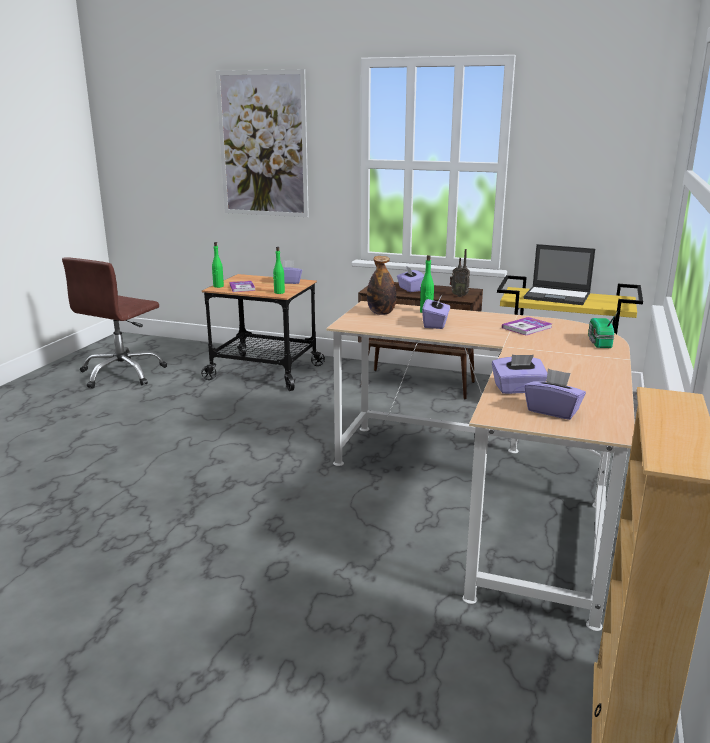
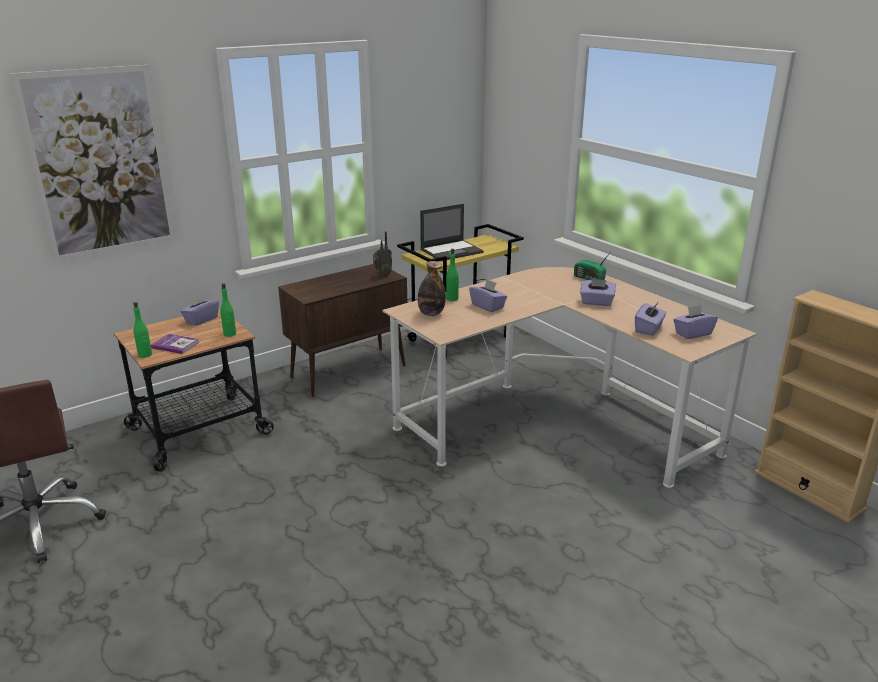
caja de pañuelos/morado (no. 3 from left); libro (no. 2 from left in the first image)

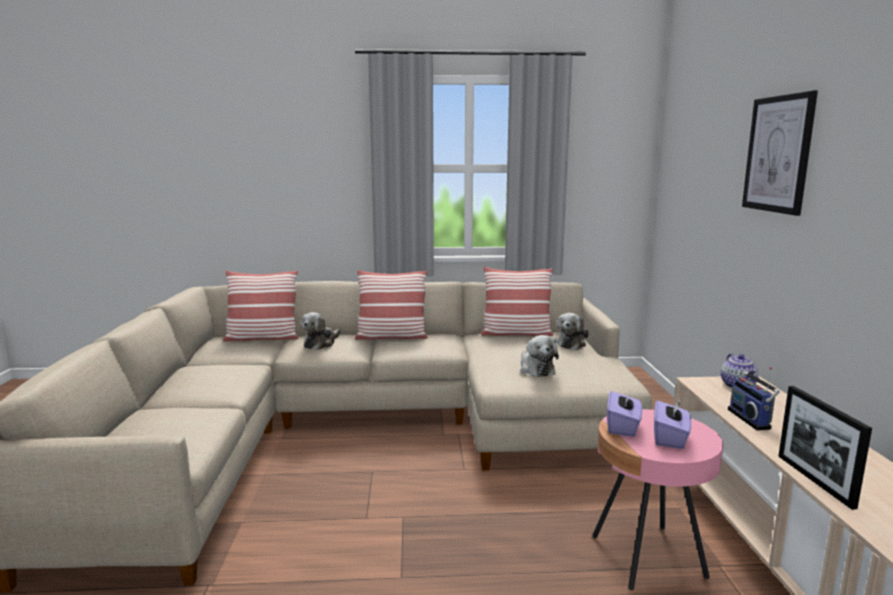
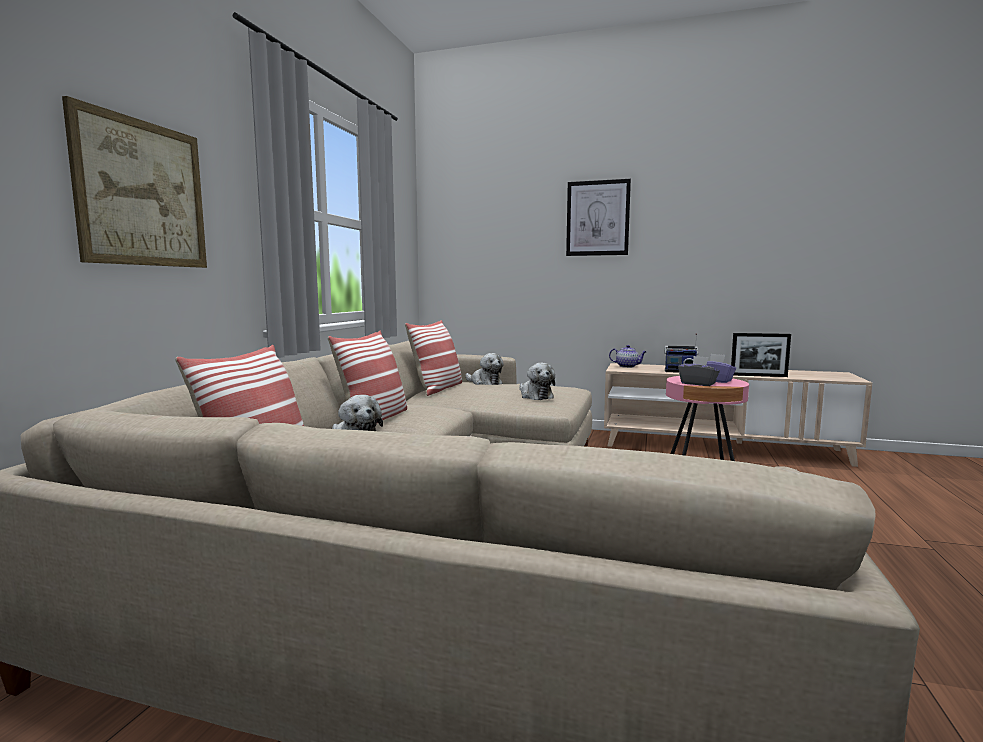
peluche (no. 3 from left); caja de pañuelos/gris; cuadro (no. 1 from left)

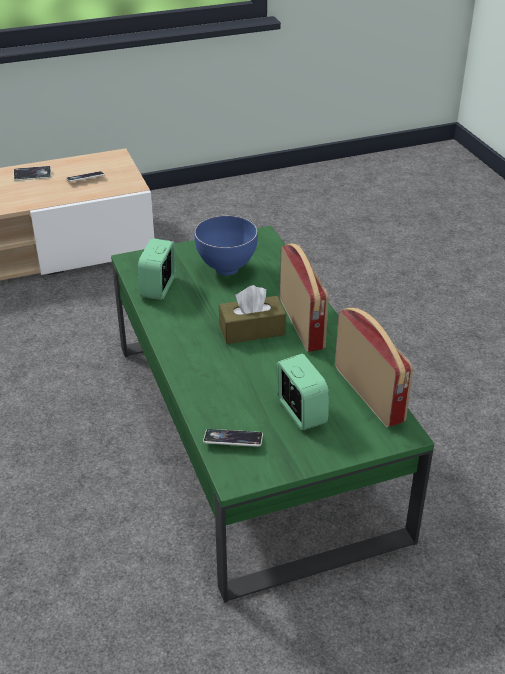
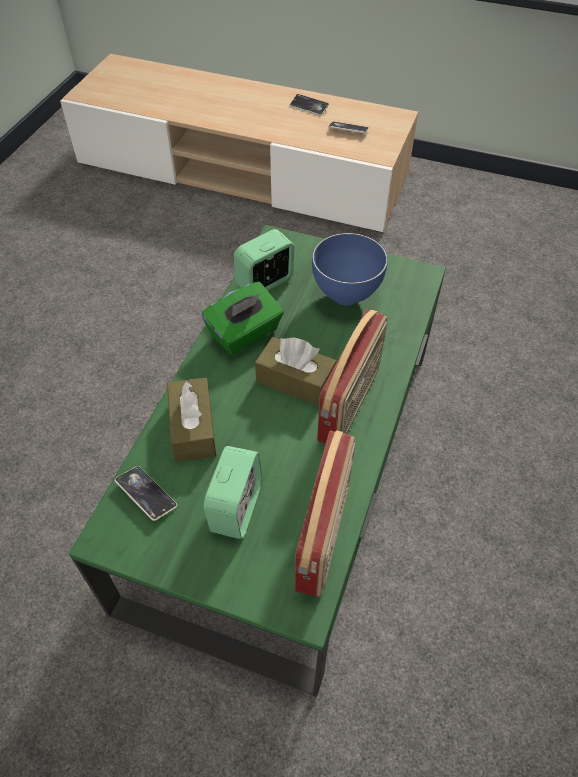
caja de pañuelos/verde; caja de pañuelos/marrón (no. 1 from left)

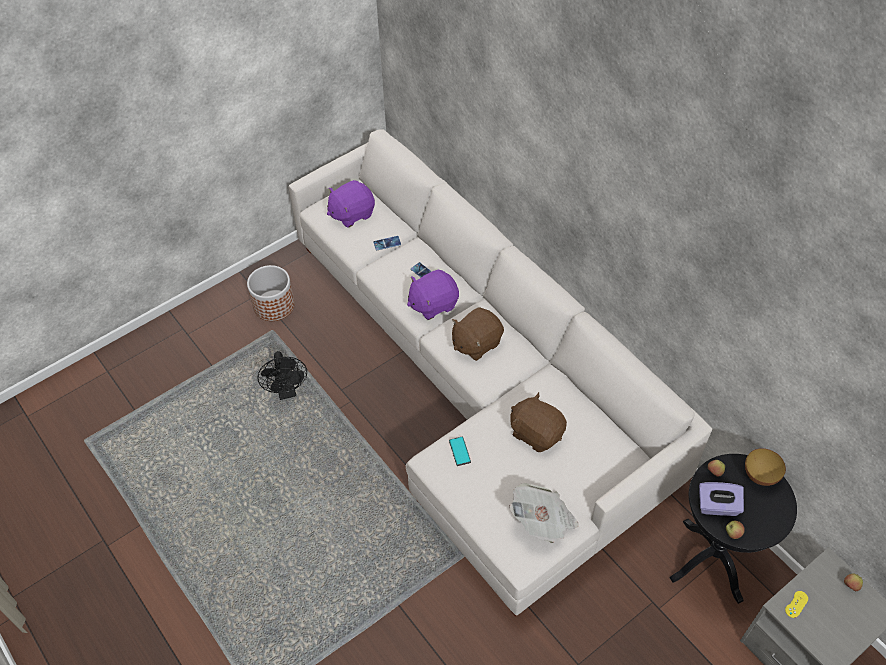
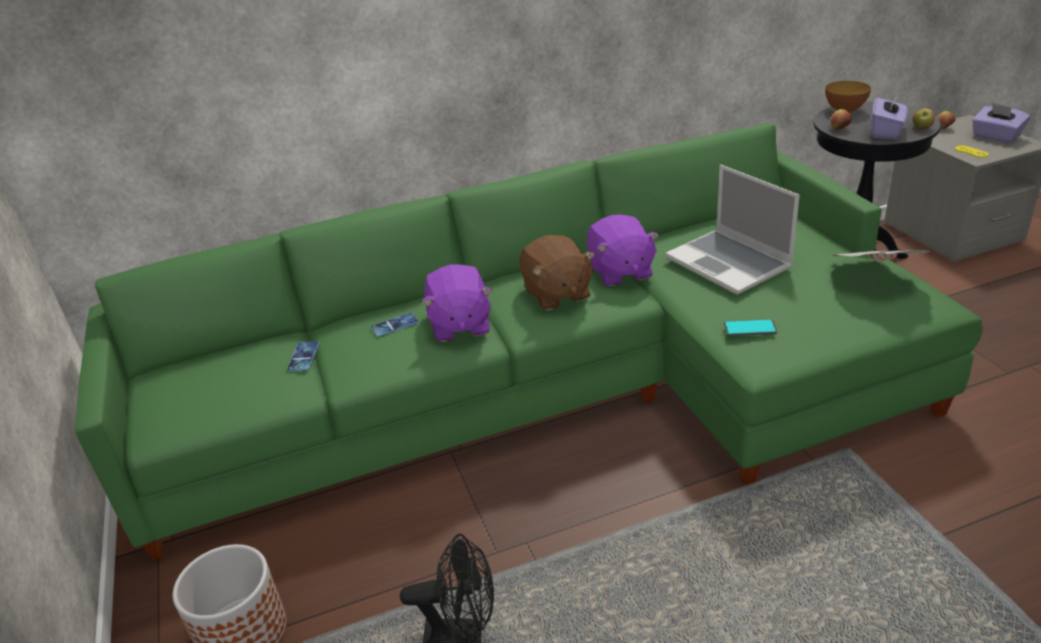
sofá/verde; peluche/morado (no. 2 from left); portátil; caja de pañuelos/morado (no. 2 from left)

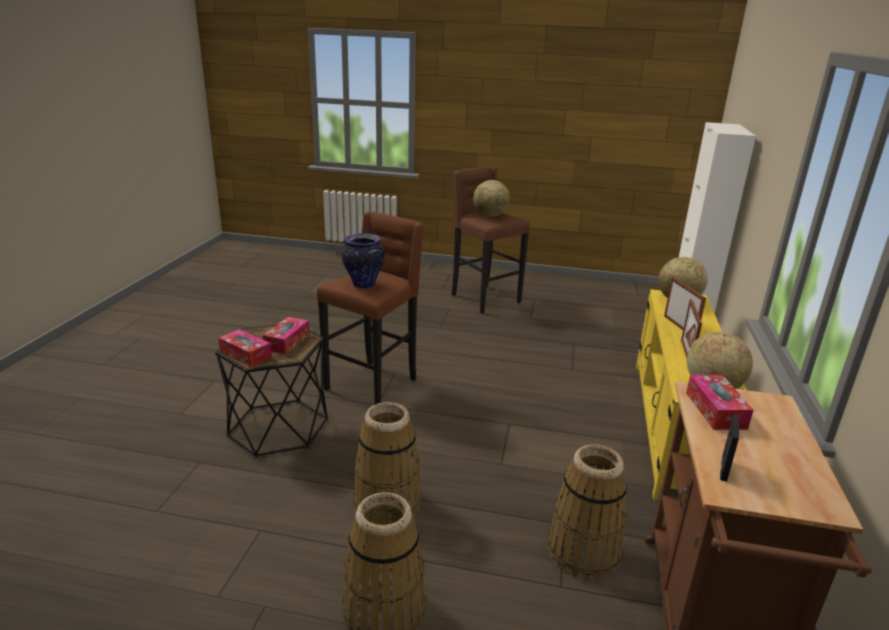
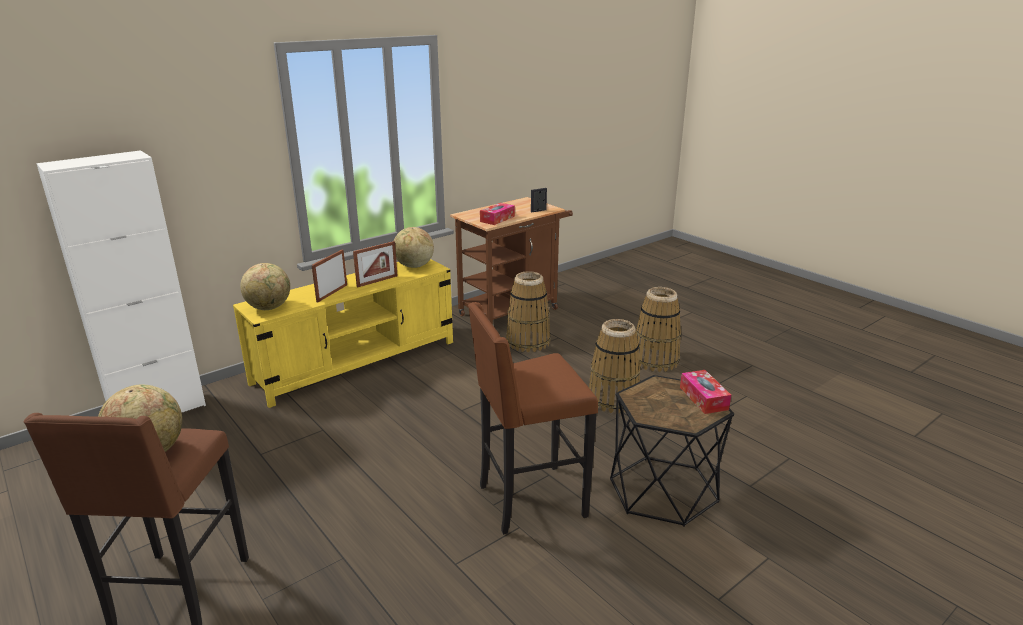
florero; caja de pañuelos (no. 2 from left in the first image)

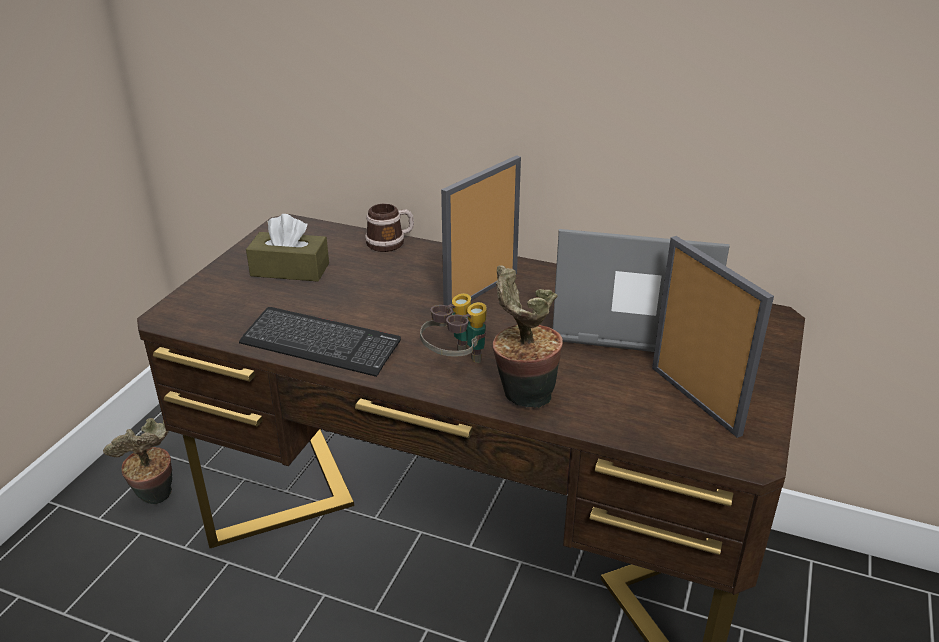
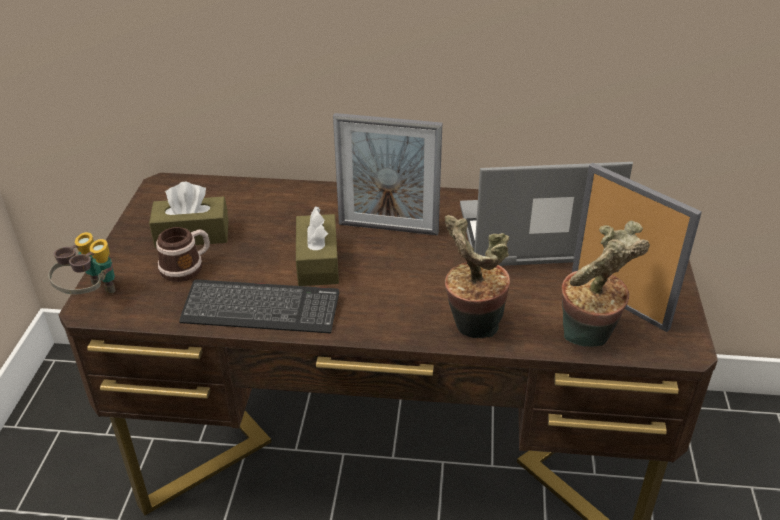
portarretratos (no. 1 from left); taza grande; prismáticos; planta en maceta (no. 2 from left); caja de pañuelos/marrón (no. 2 from left)

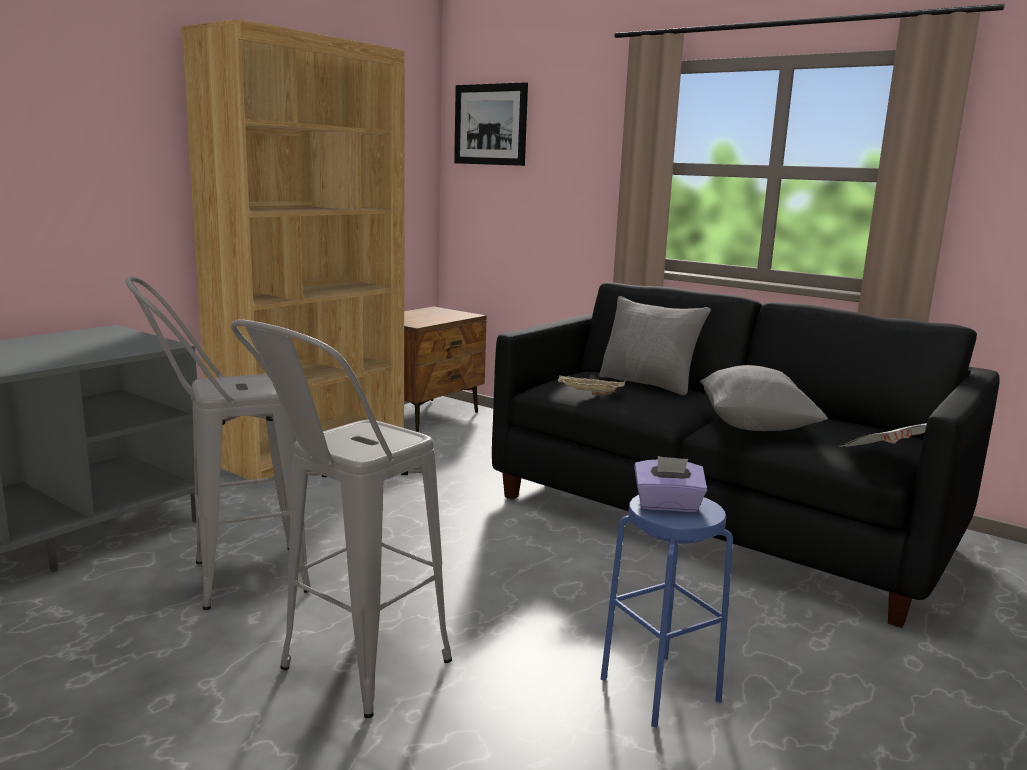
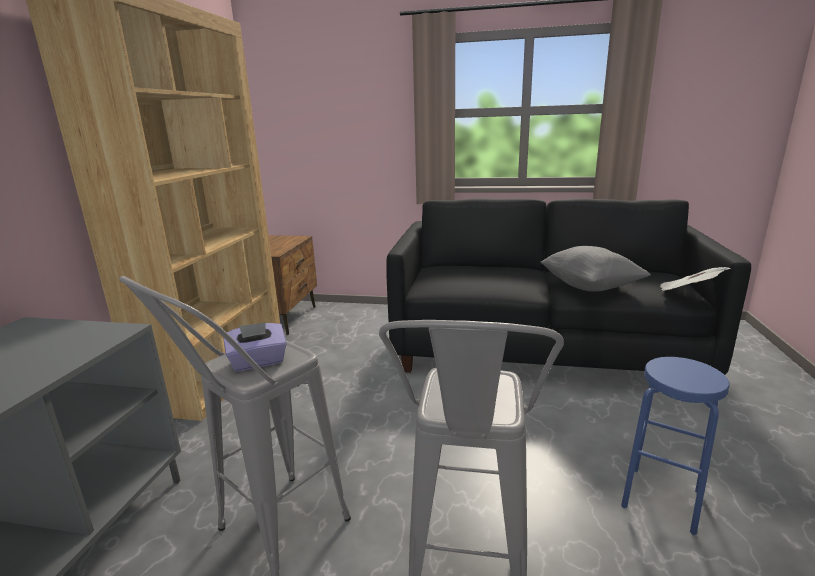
cuadro; cojín/gris (no. 1 from left in the first image); bandeja/beis; caja de pañuelos/morado

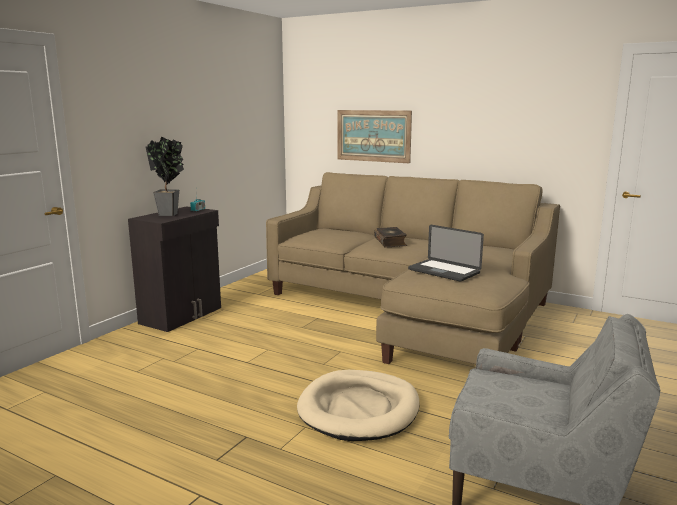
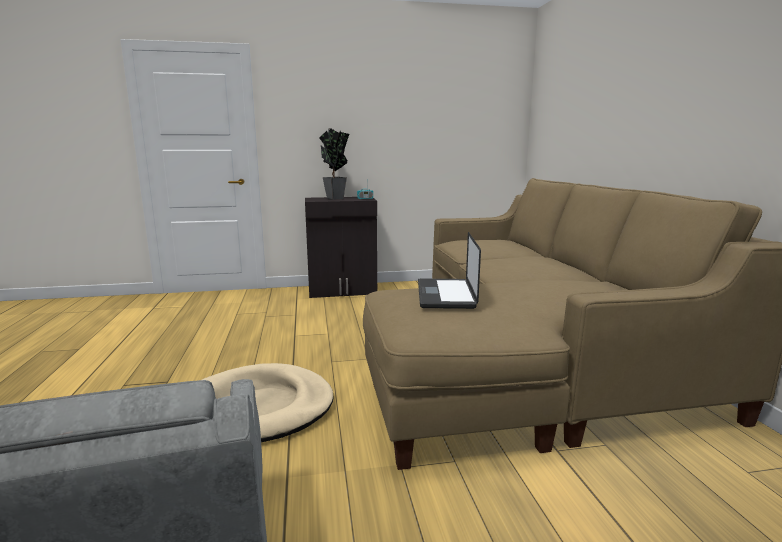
cuadro; libro

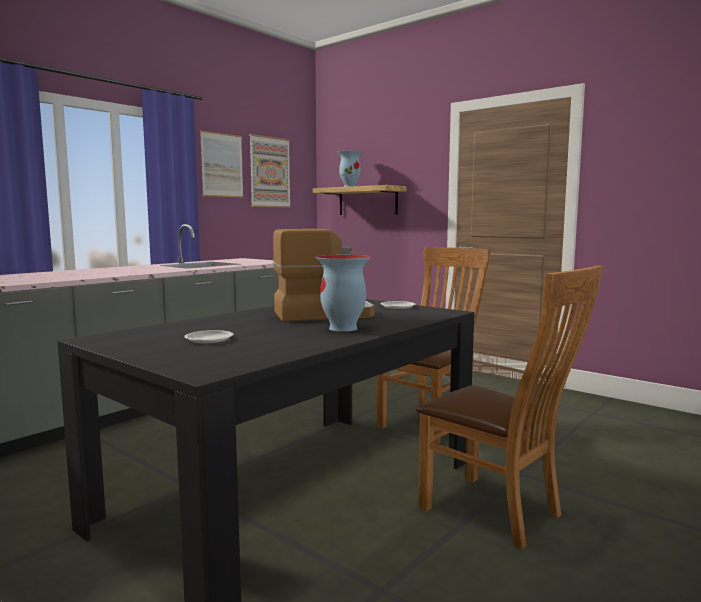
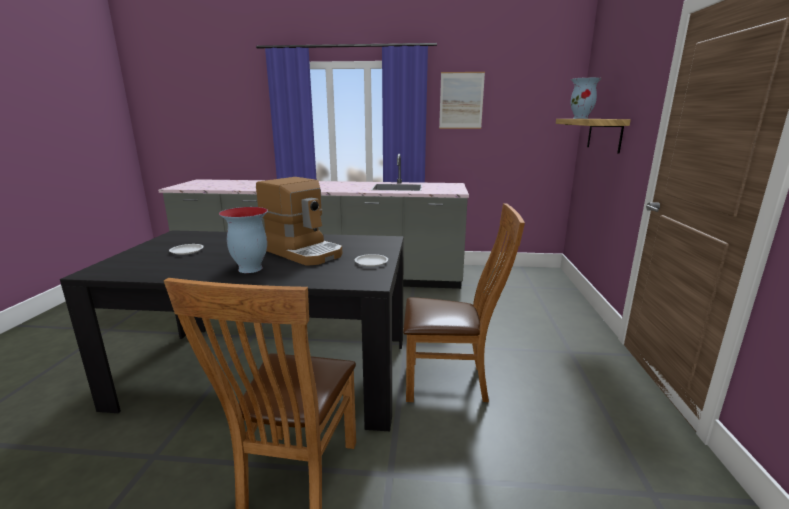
cuadro (no. 2 from left in the first image)

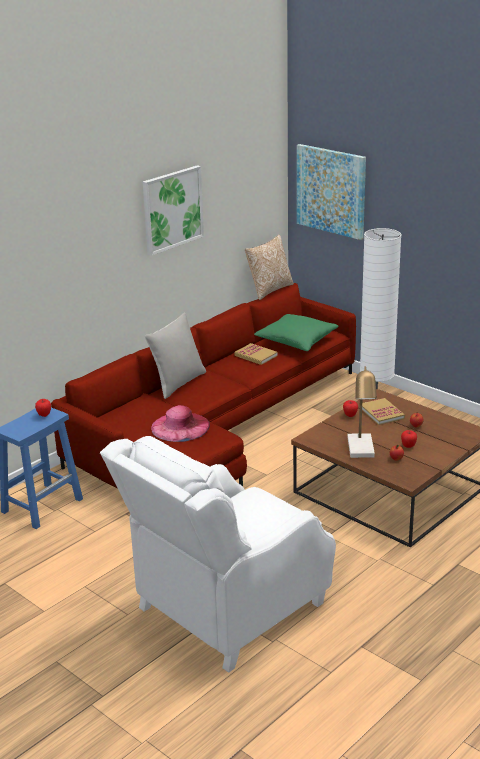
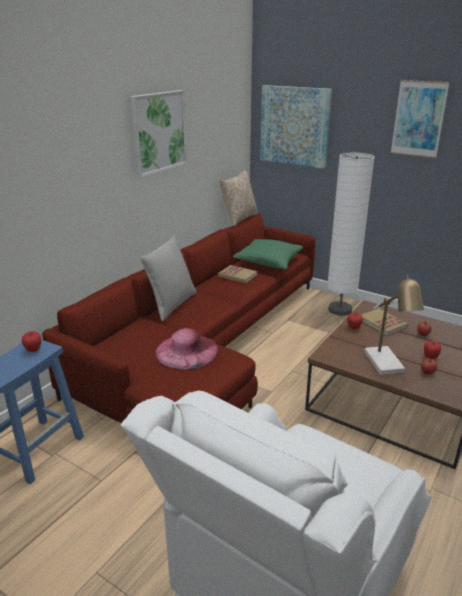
cuadro (no. 3 from left)

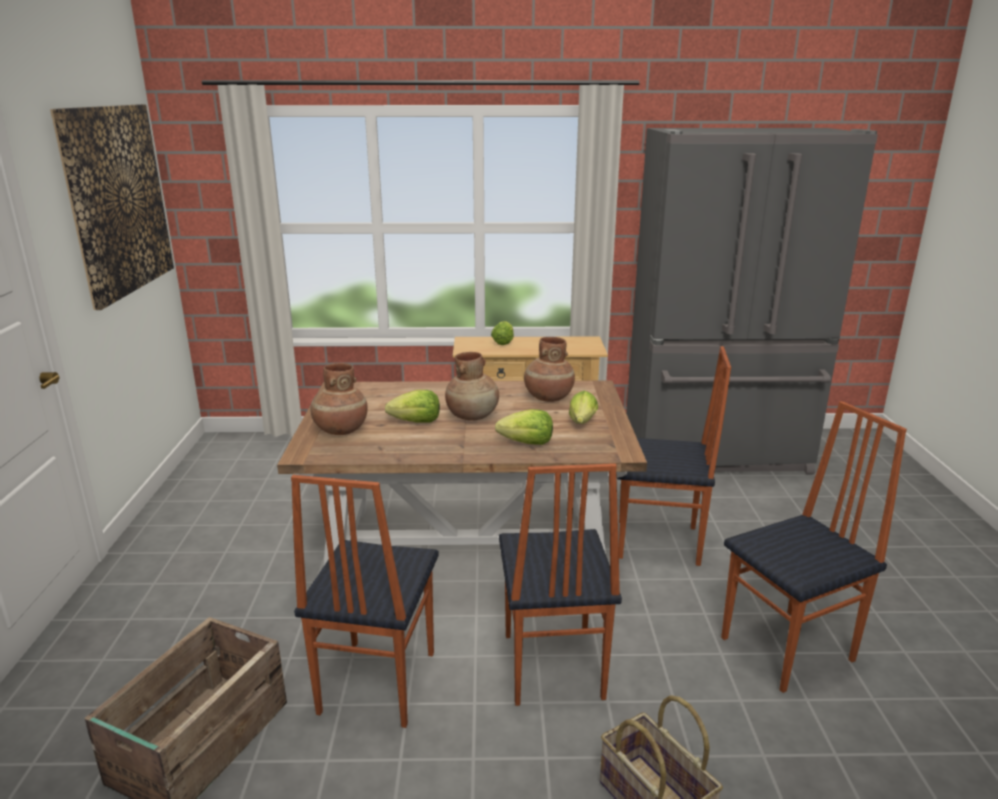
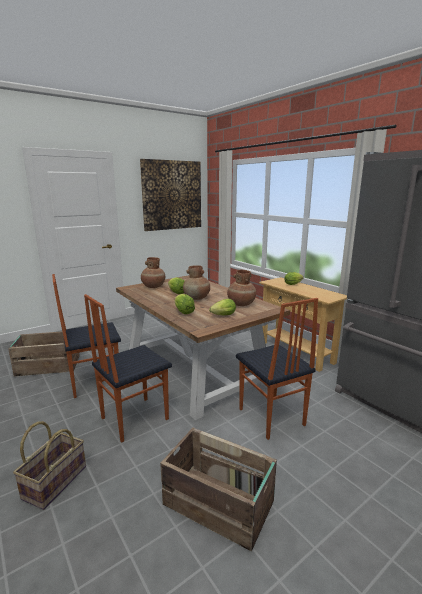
caja de embalaje (no. 2 from left)

